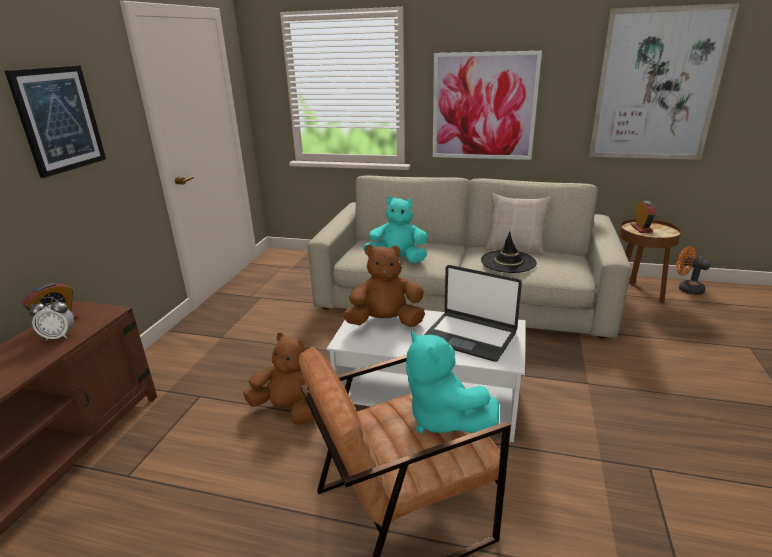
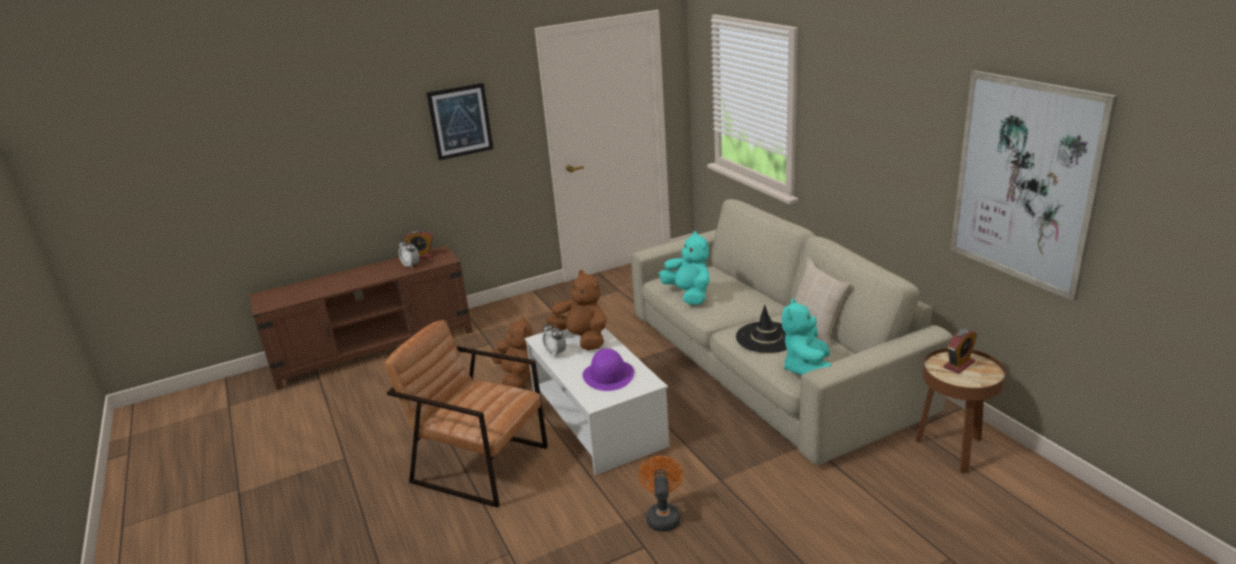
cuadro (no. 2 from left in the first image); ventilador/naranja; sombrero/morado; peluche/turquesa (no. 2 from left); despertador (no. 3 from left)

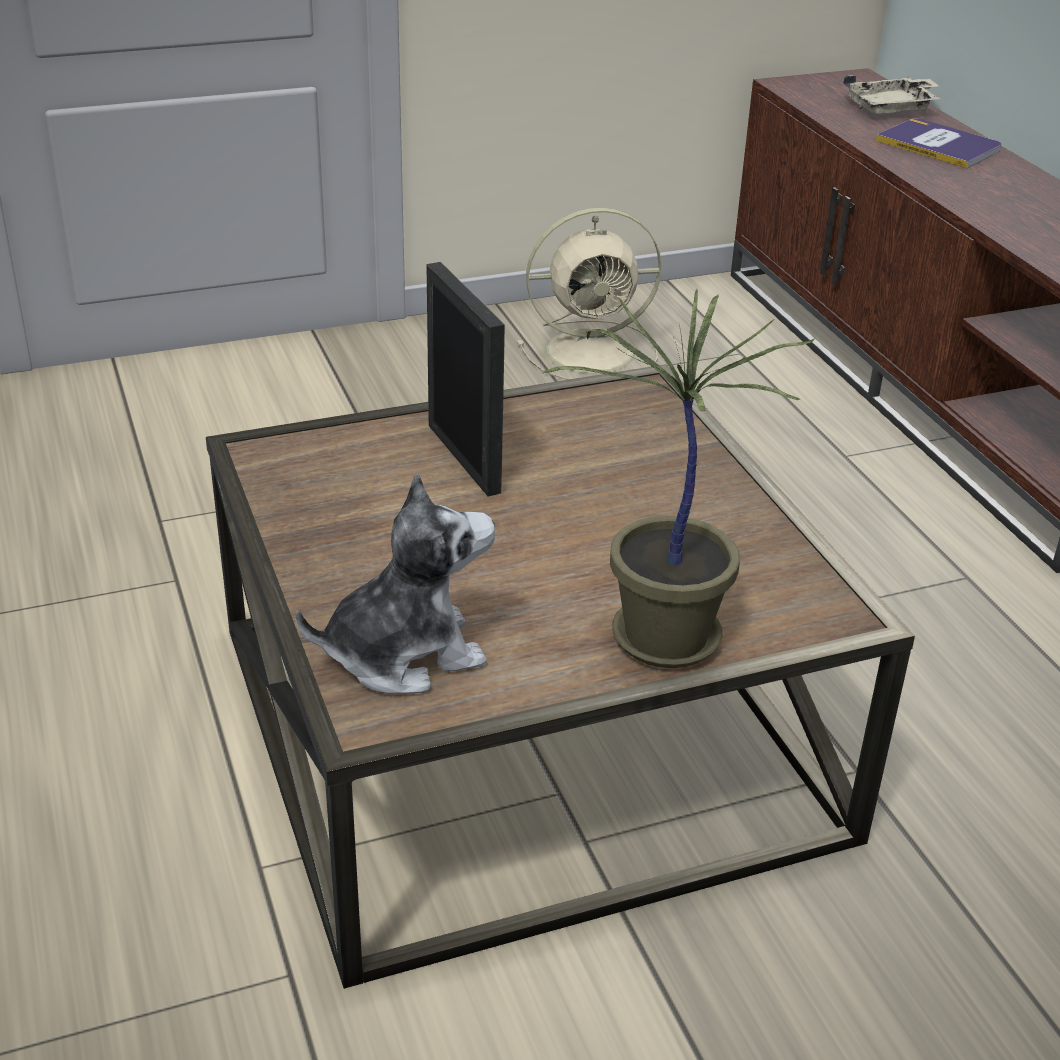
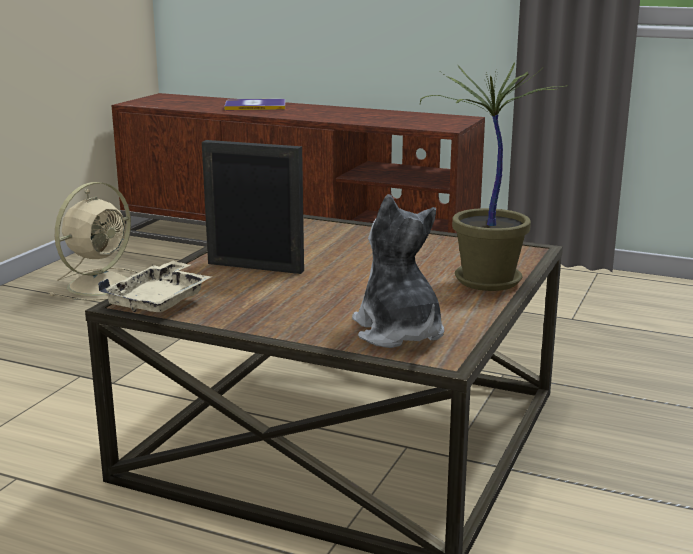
bandeja/beis; peluche

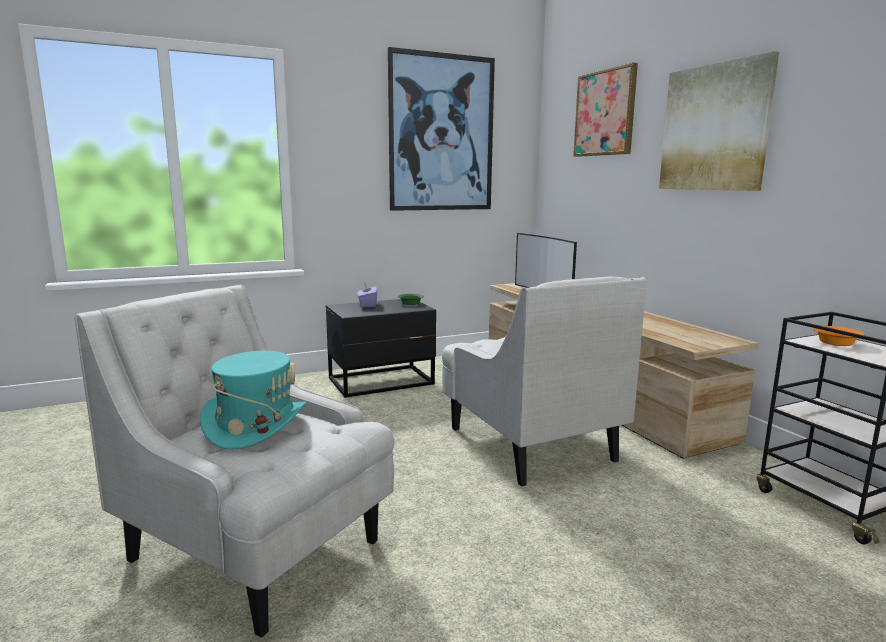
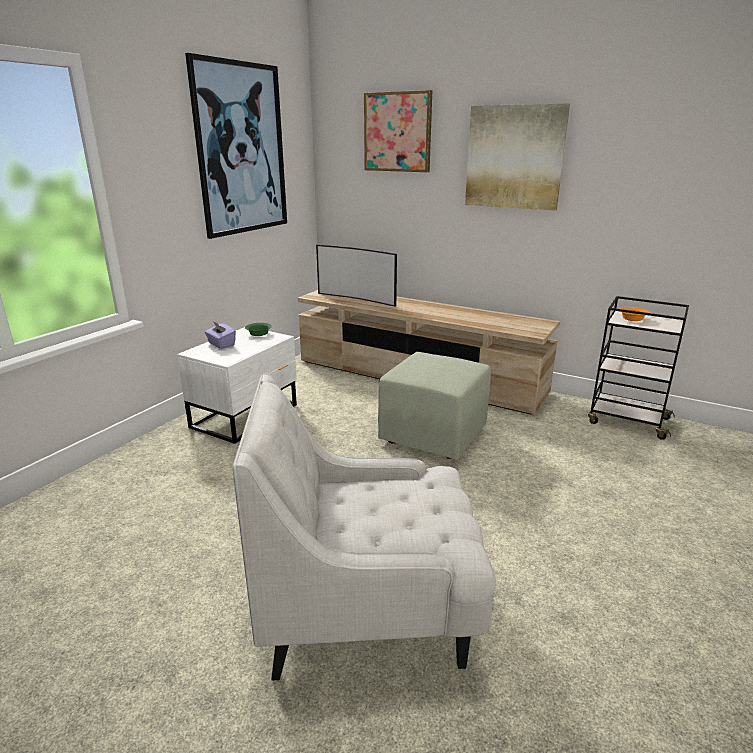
puf/verde; mesita de noche/blanco; sombrero/turquesa

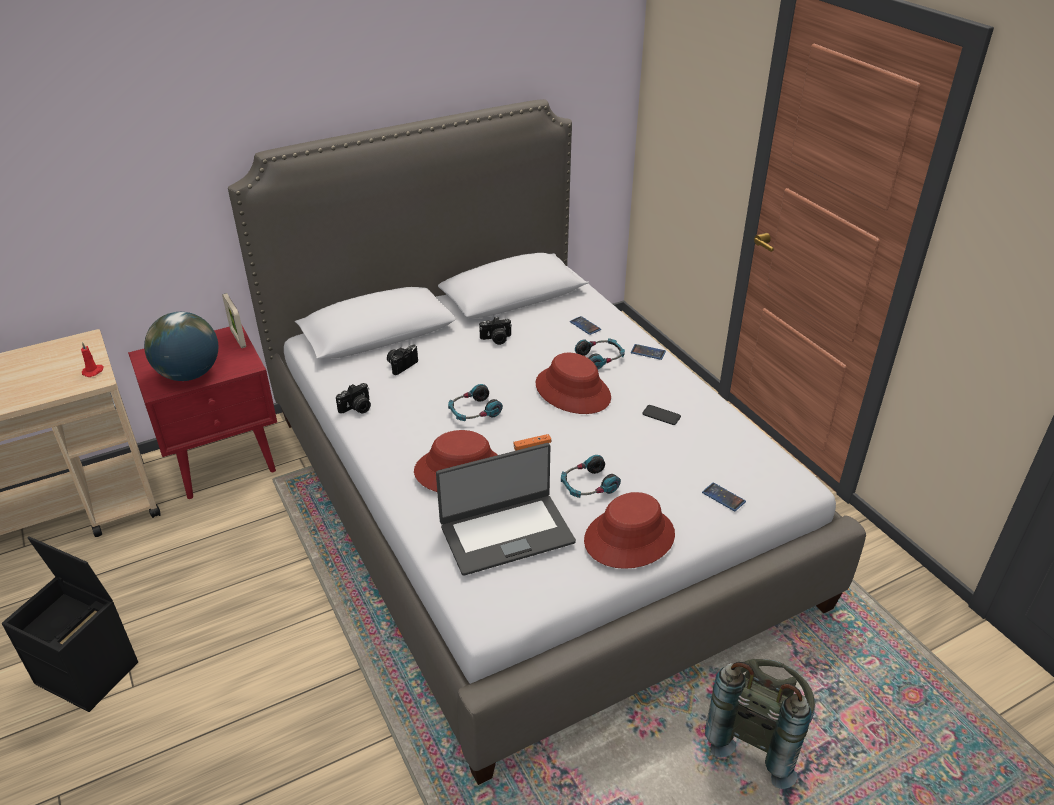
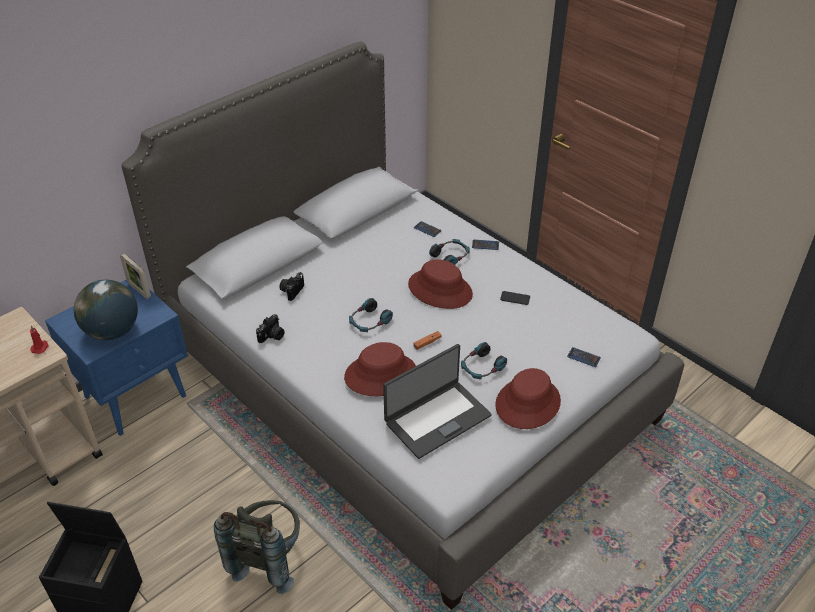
cámara (no. 3 from left in the first image); mesita de noche/azul; mochila/gris

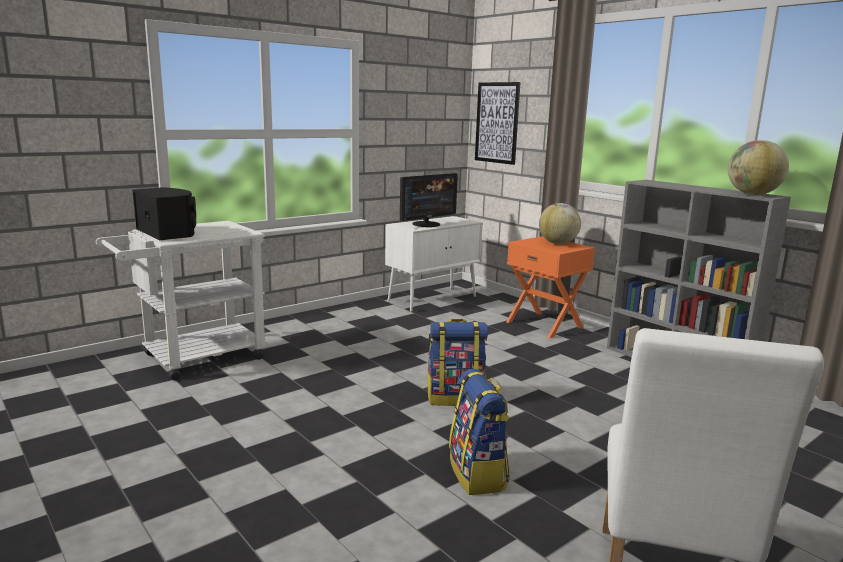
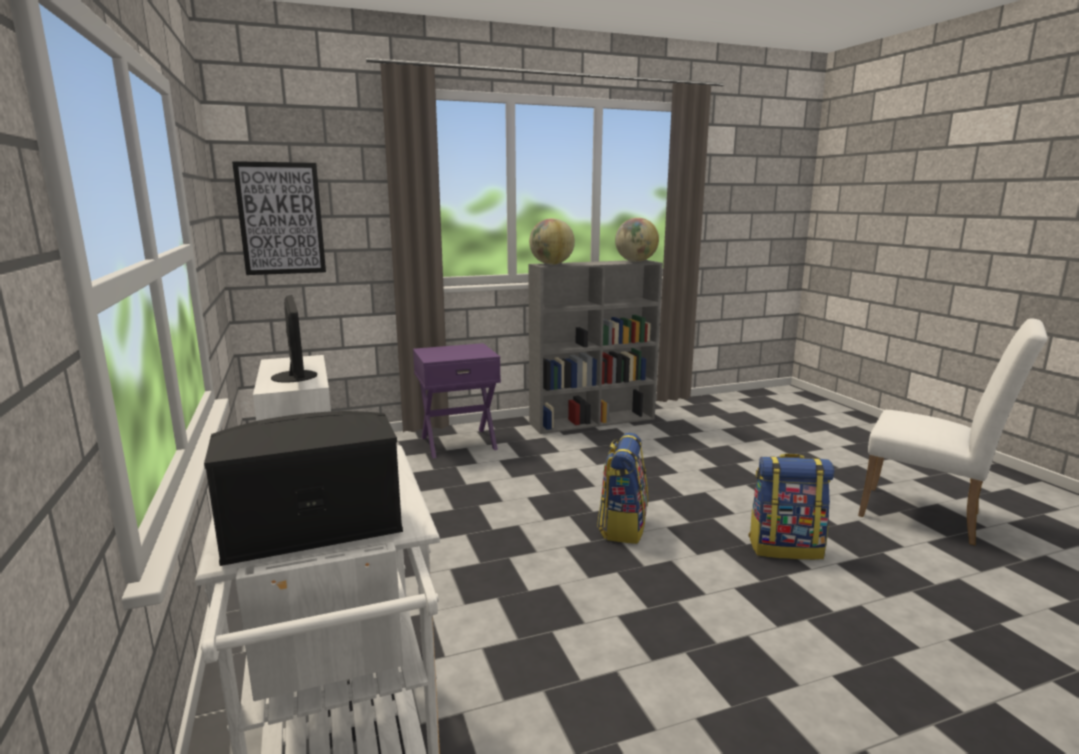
globo terráqueo (no. 1 from left); mesita de noche/morado

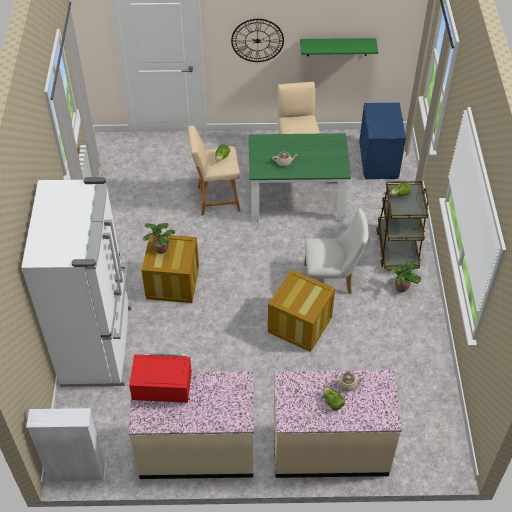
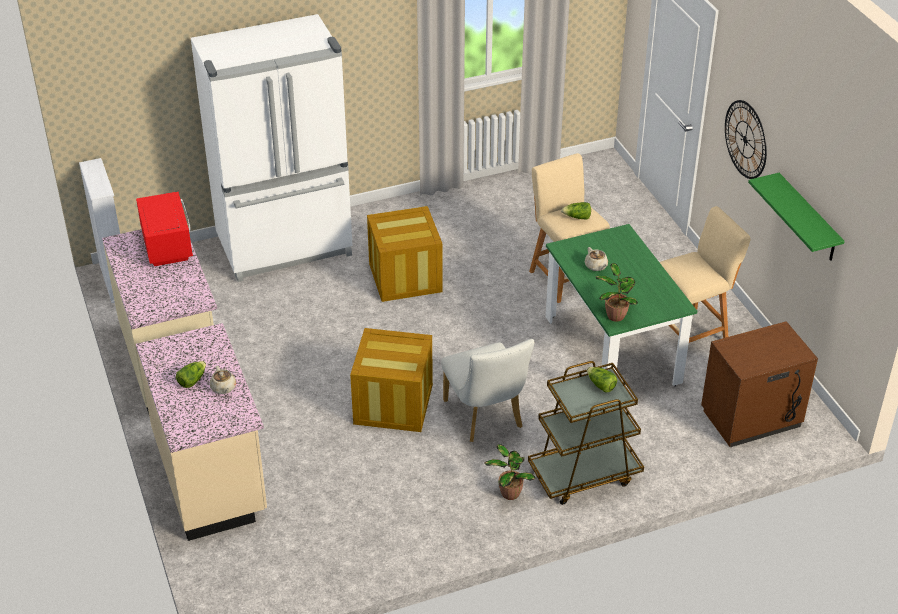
mesita de noche/marrón; planta en maceta (no. 2 from left)

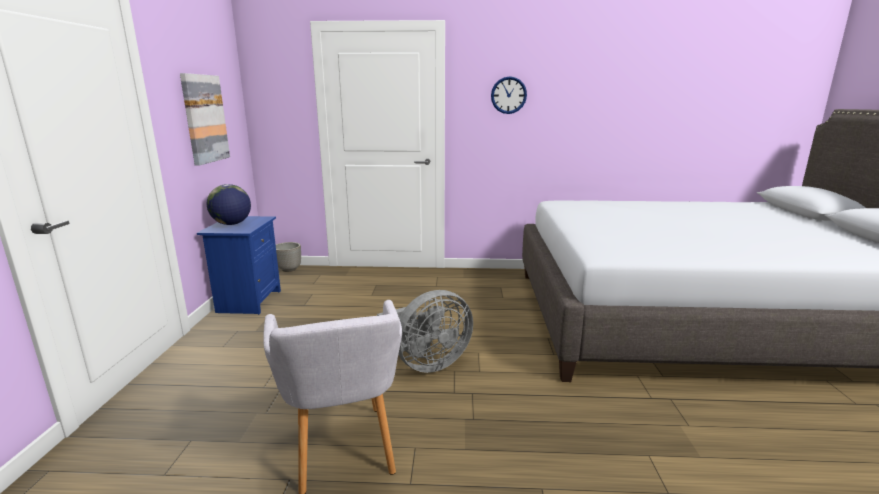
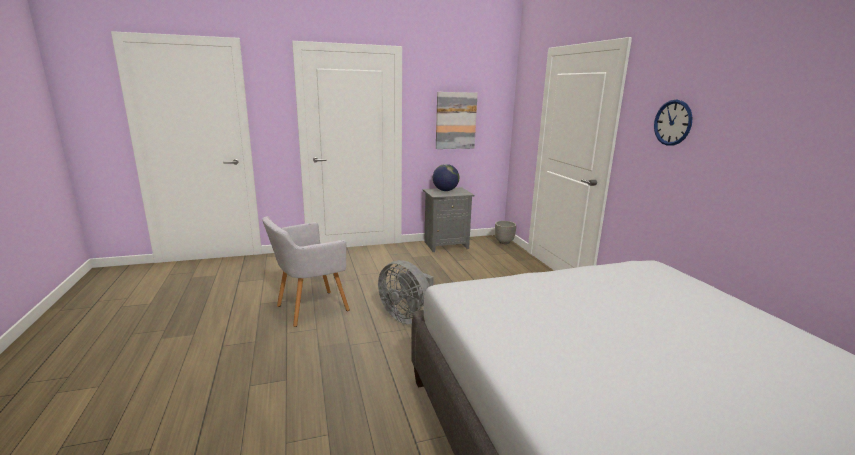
mesita de noche/gris

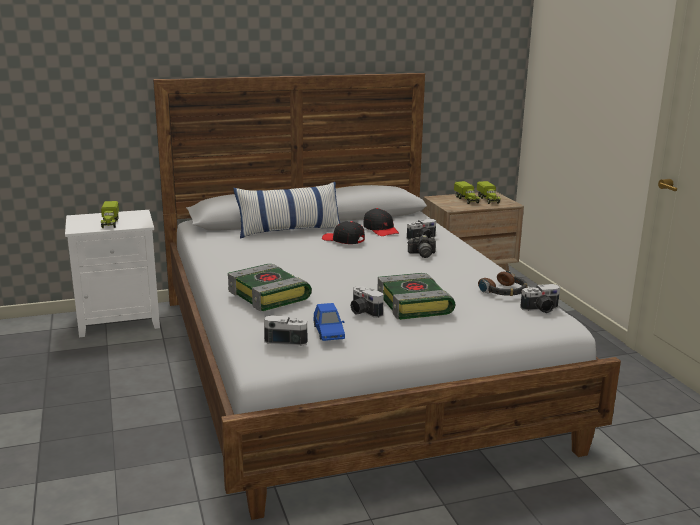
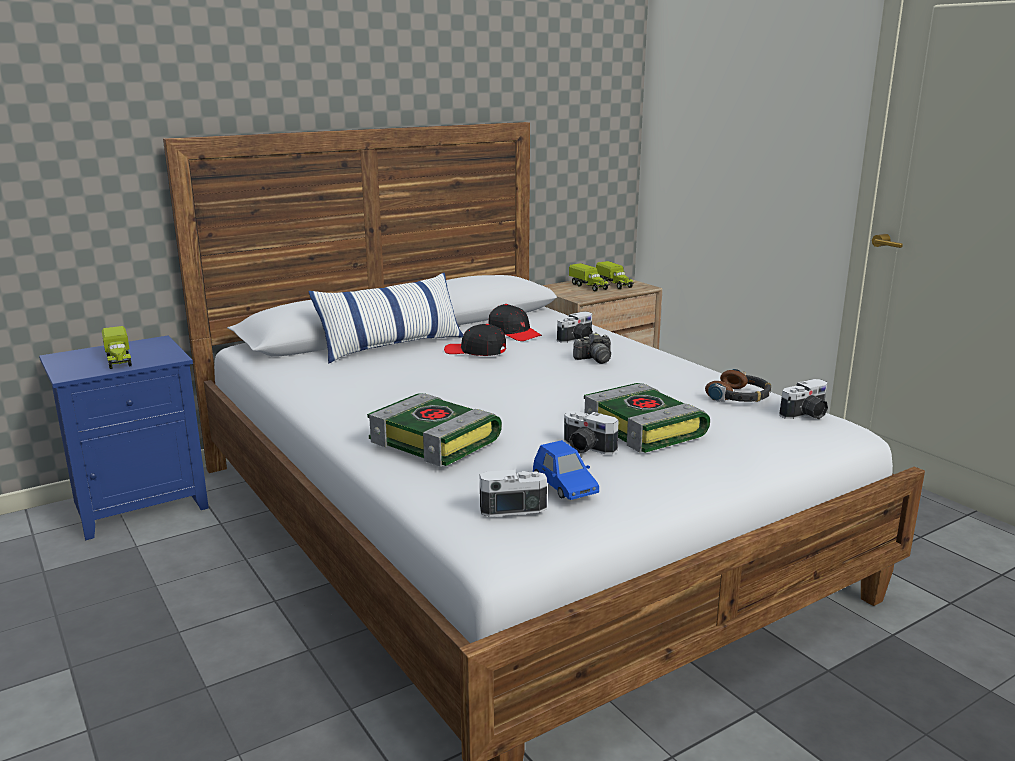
mesita de noche/azul

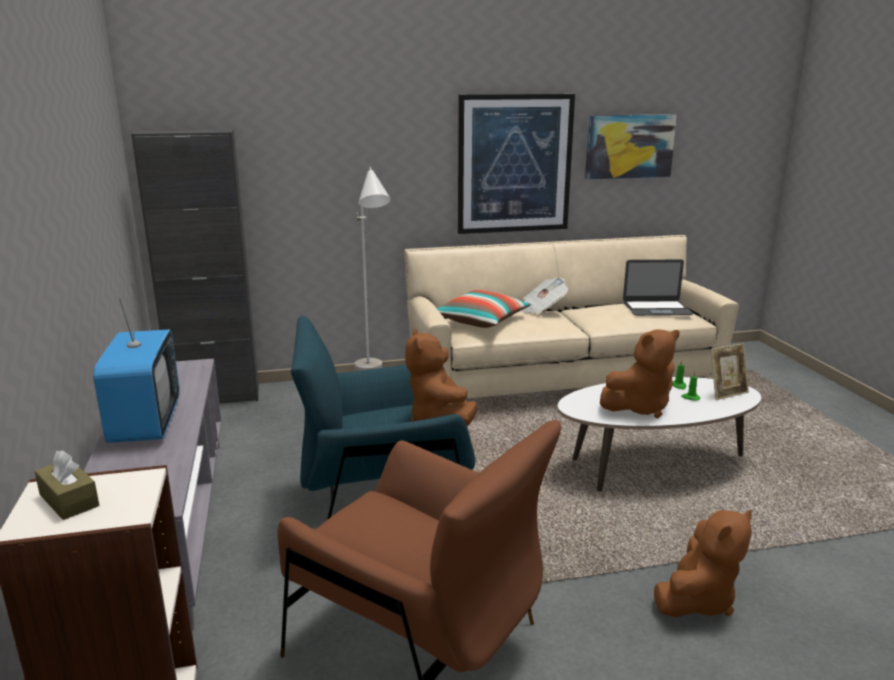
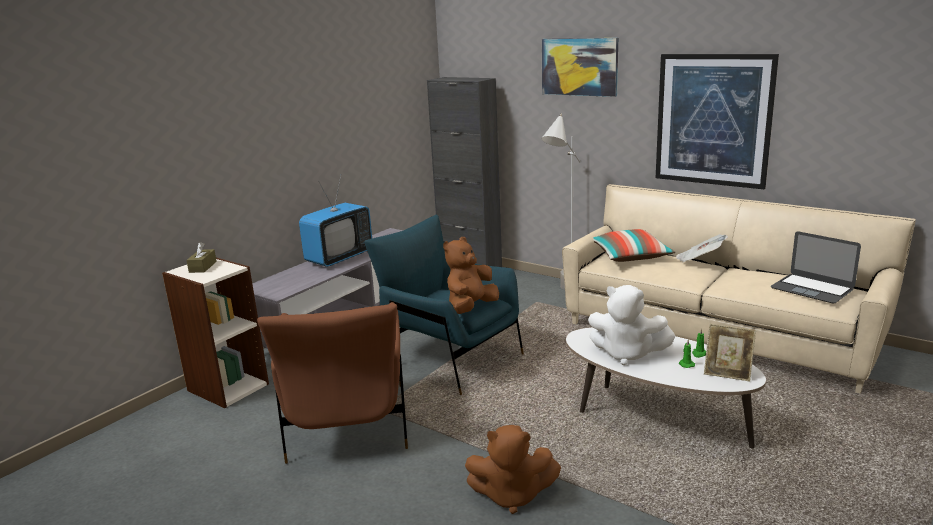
cuadro (no. 1 from left); peluche/blanco

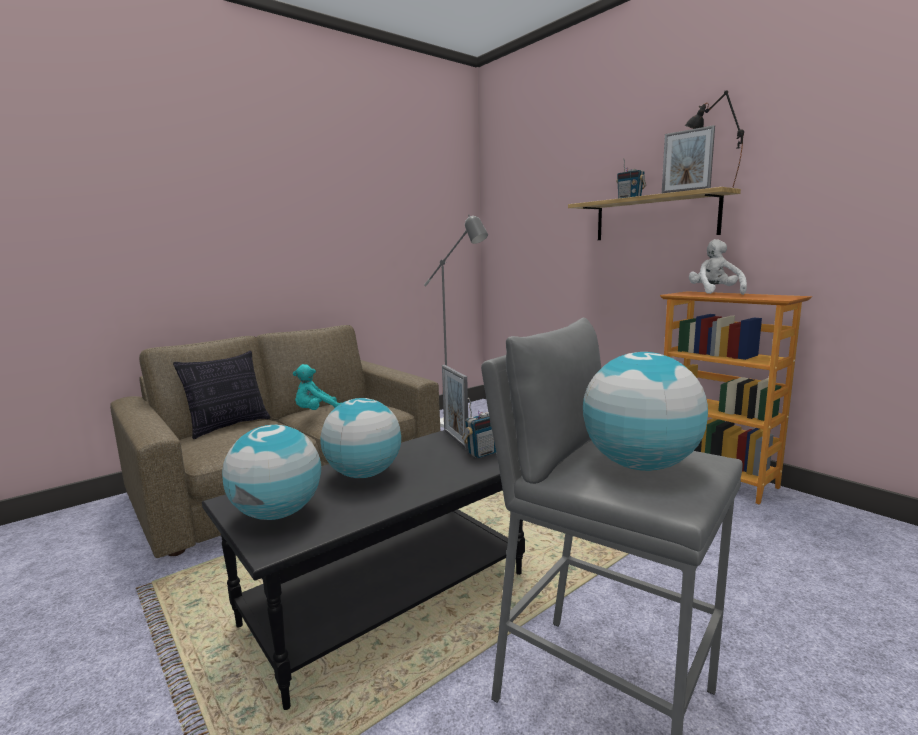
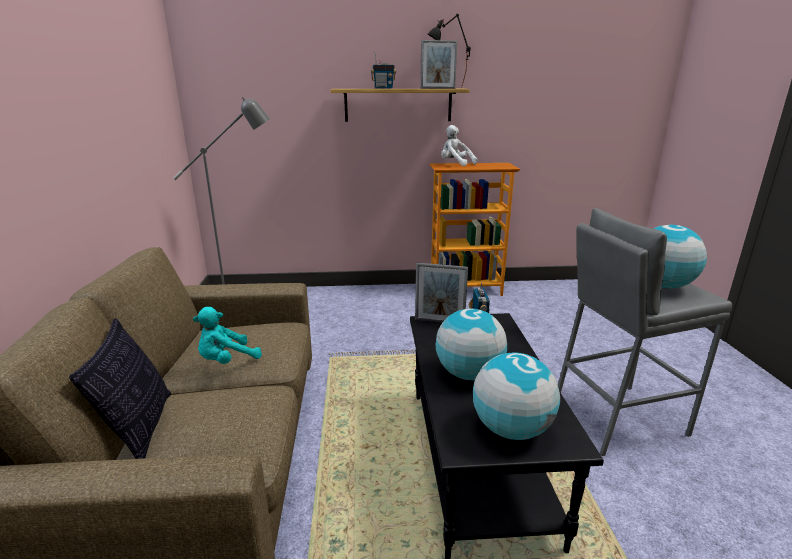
peluche/turquesa

